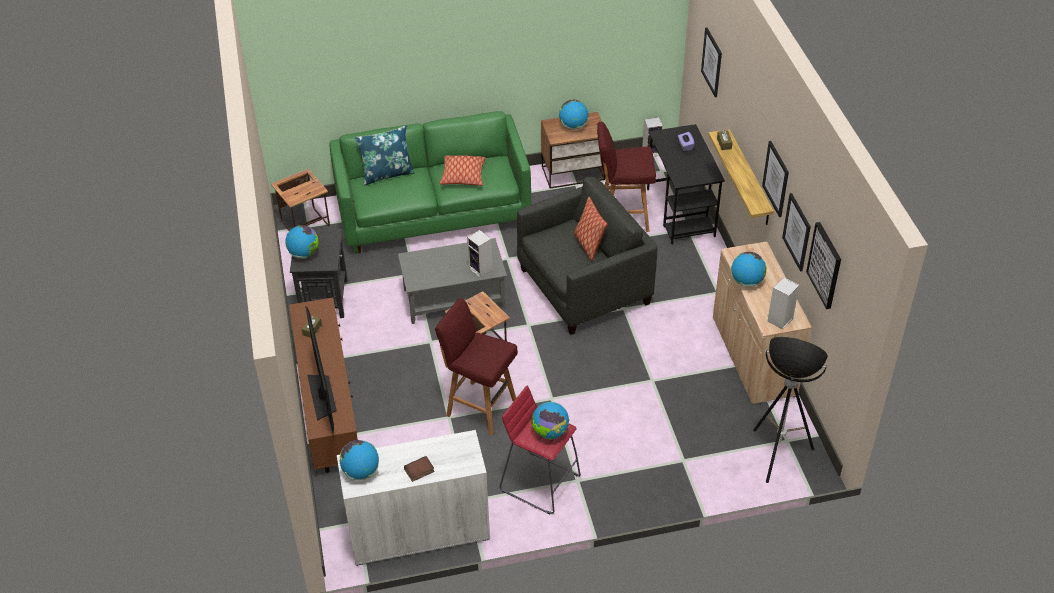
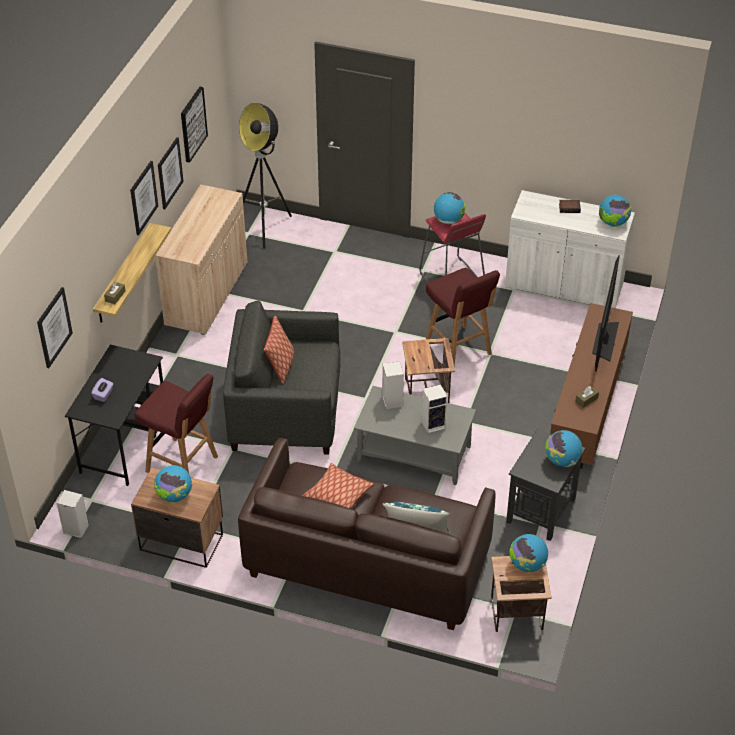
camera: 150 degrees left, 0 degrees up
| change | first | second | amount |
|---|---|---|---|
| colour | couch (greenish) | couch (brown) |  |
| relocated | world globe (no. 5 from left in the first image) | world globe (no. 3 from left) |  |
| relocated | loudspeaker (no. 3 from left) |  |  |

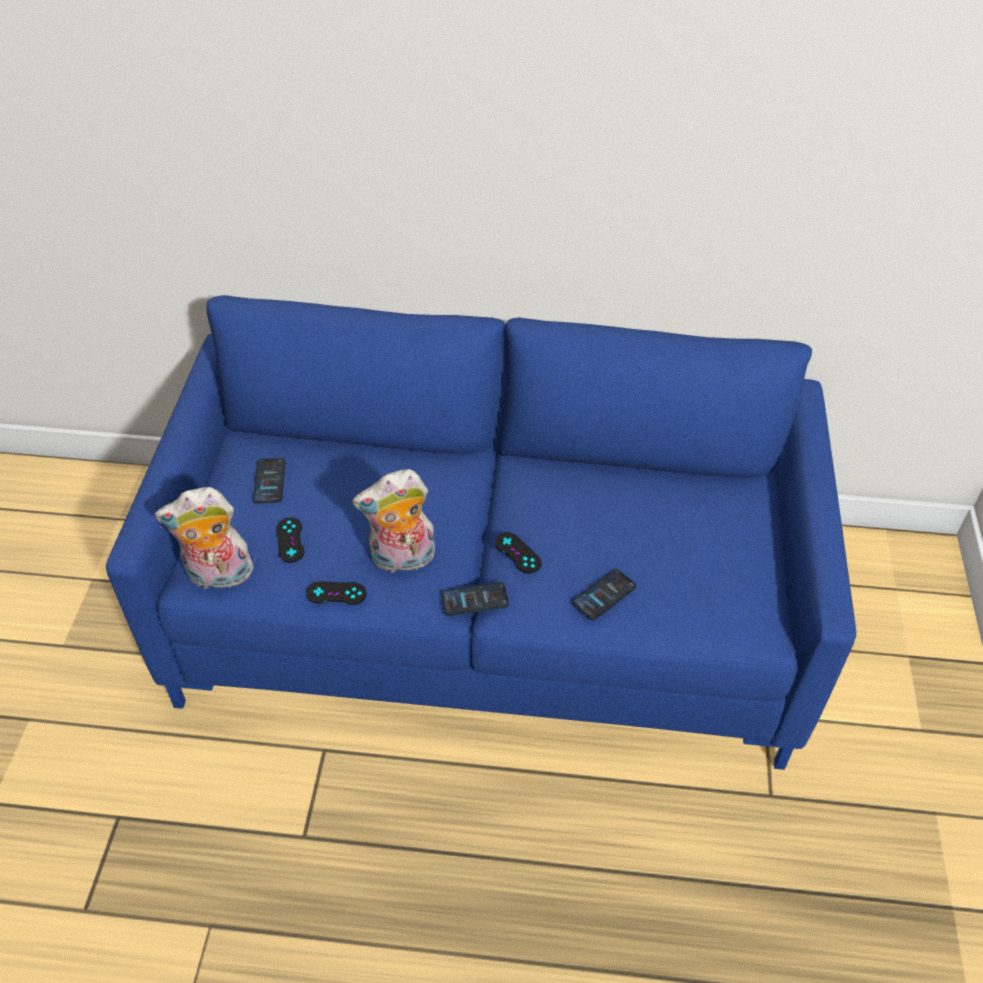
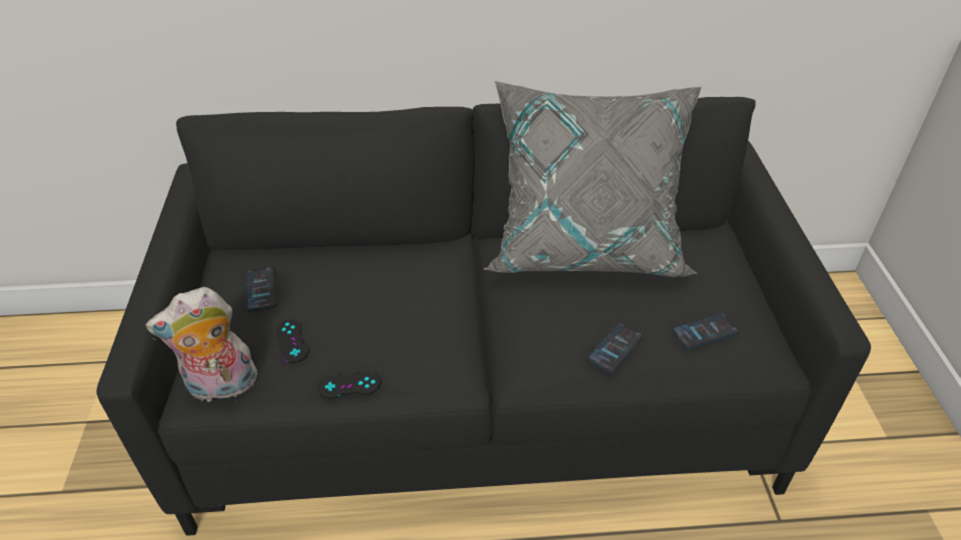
camera: 10 degrees left, 5 degrees down
| change | first | second | amount |
|---|---|---|---|
| colour | couch (blue) | couch (blackish) |  |
| missing | soft toy (no. 2 from left) |  |  |
| relocated | phone (no. 2 from left in the first image) | phone (no. 3 from left) |  |
| missing | joypad (blackish) (no. 3 from left) |  |  |
| appeared |  | pillow (greyish) |  |

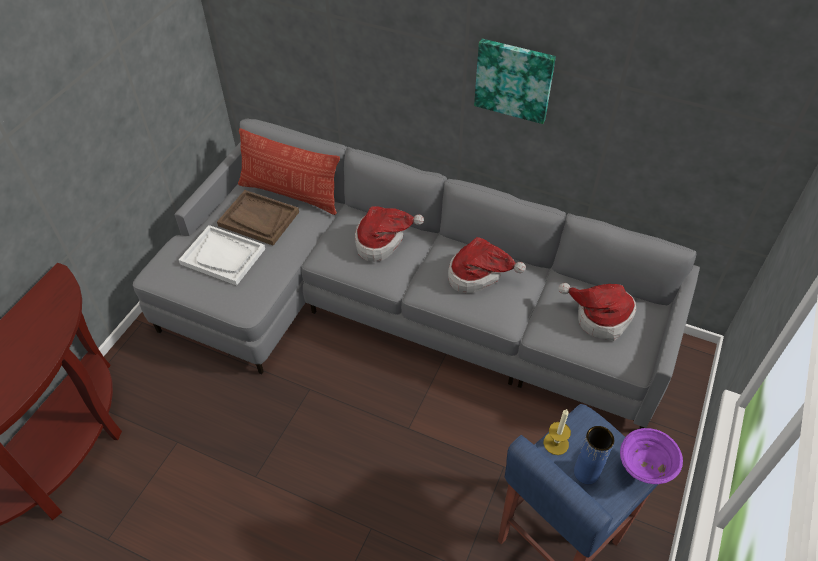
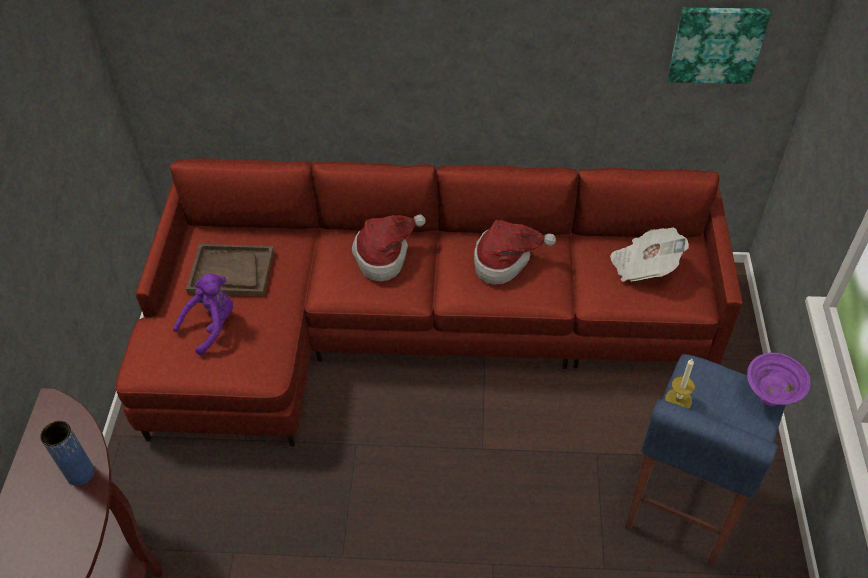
camera: 20 degrees left, 0 degrees up
| change | first | second | amount |
|---|---|---|---|
| colour | couch (greyish) | couch (red) |  |
| exchanged | serving tray (whitish) | soft toy (purplish) |  |
| missing | pillow |  |  |
| relocated | picture |  |  |
| exchanged | wearable hat (no. 3 from left) | printed paper |  |
| relocated | flower vase (blue) |  |  |

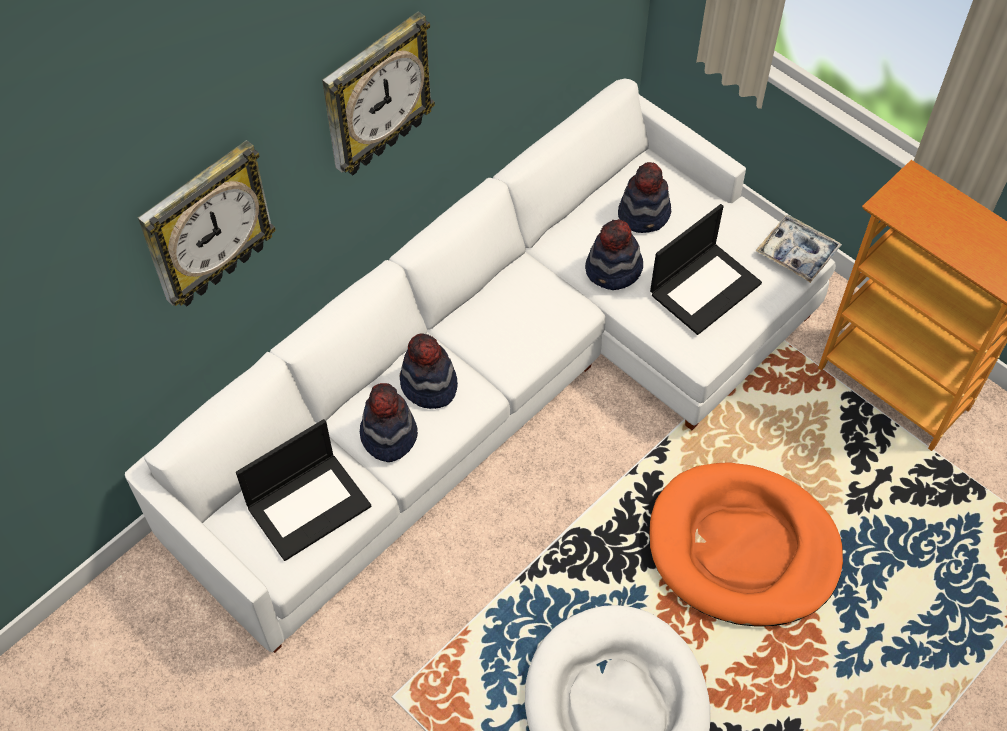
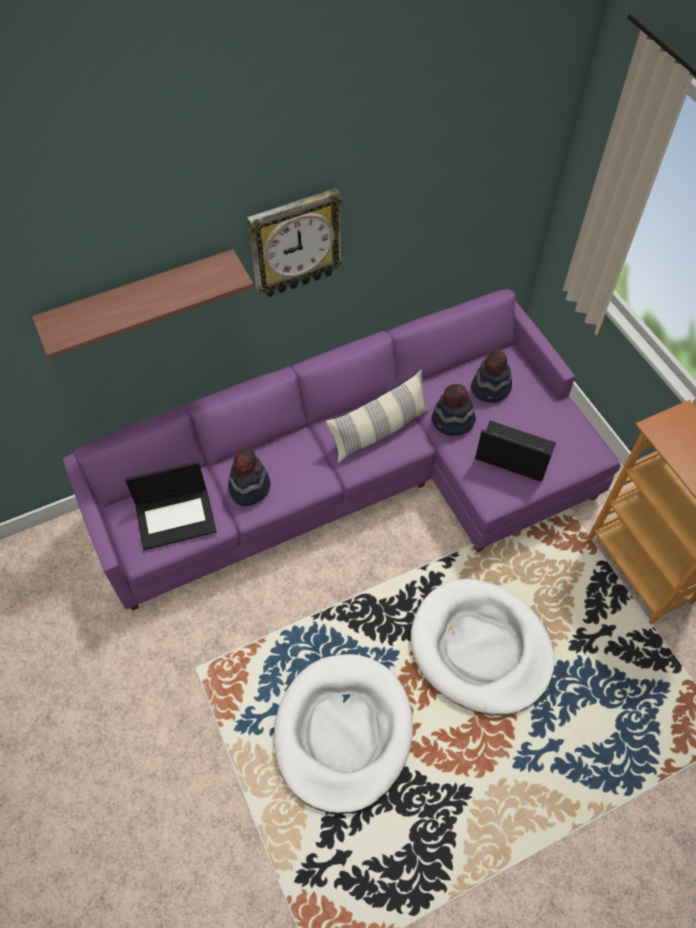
camera: 20 degrees right, 0 degrees up
| change | first | second | amount |
|---|---|---|---|
| colour | couch (whitish) | couch (purplish) |  |
| exchanged | hanging clock (no. 1 from left) | shelf |  |
| missing | wearable hat (no. 2 from left) |  |  |
| colour | dog bed (orangey) | dog bed (whitish) (no. 2 from left) |  |
| spun | portable computer (no. 2 from left) |  | 135 degrees counterclockwise |
| missing | serving tray |  |  |
| appeared |  | pillow |  |

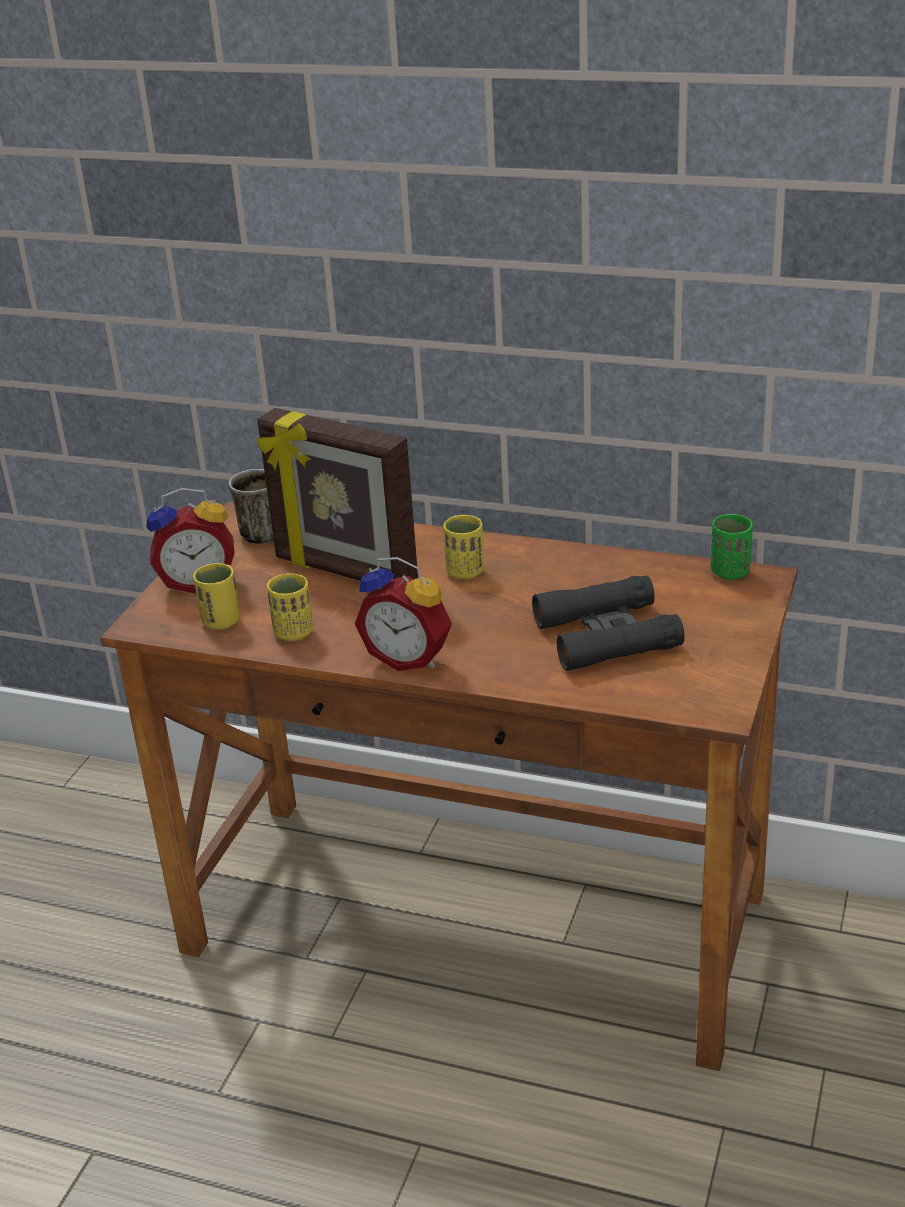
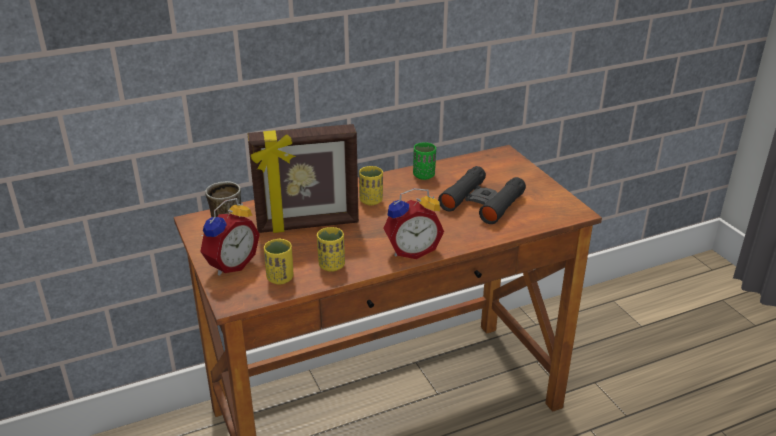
camera: 45 degrees left, 0 degrees up
| change | first | second | amount |
|---|---|---|---|
| relocated | cup (greenish) |  |  |

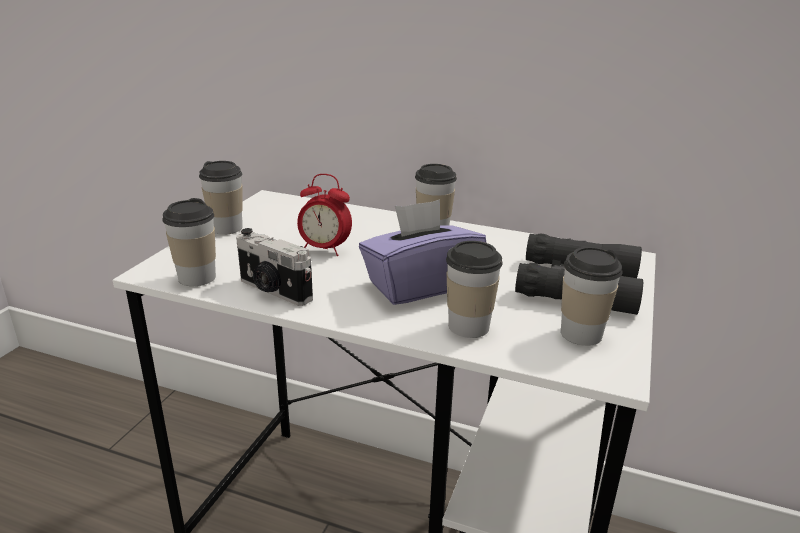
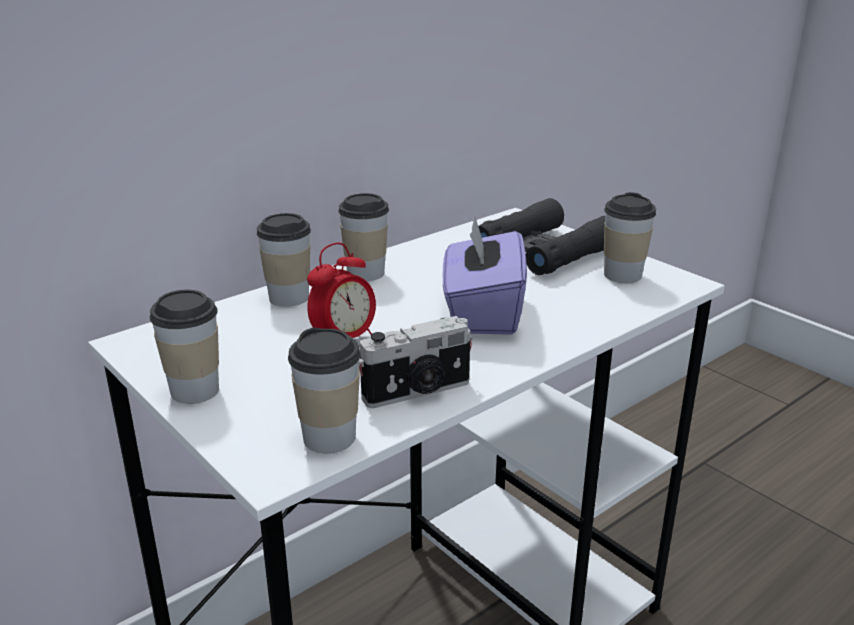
camera: 60 degrees left, 0 degrees up
| change | first | second | amount |
|---|---|---|---|
| relocated | cup (no. 4 from left in the first image) | cup (no. 2 from left) |  |

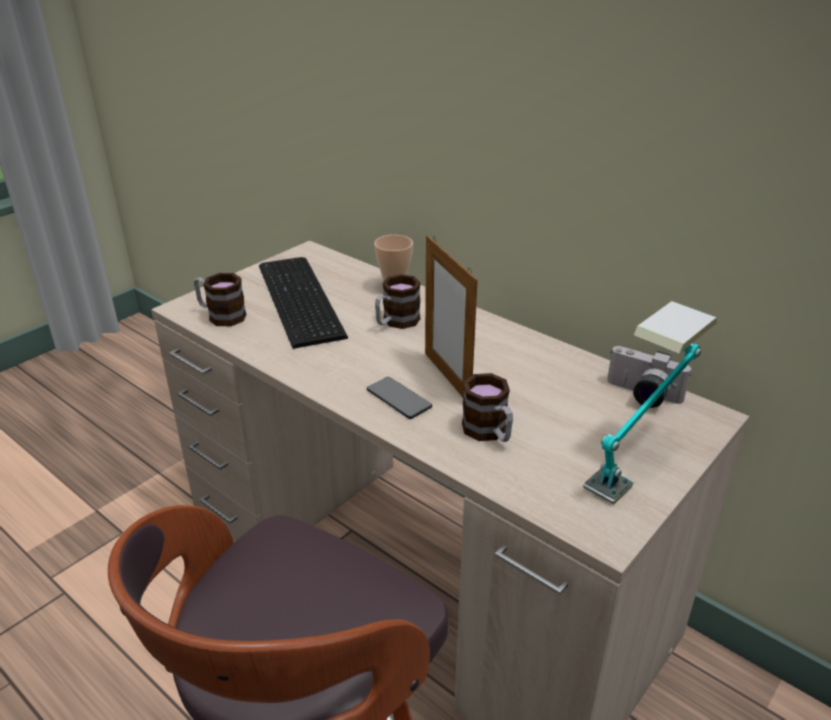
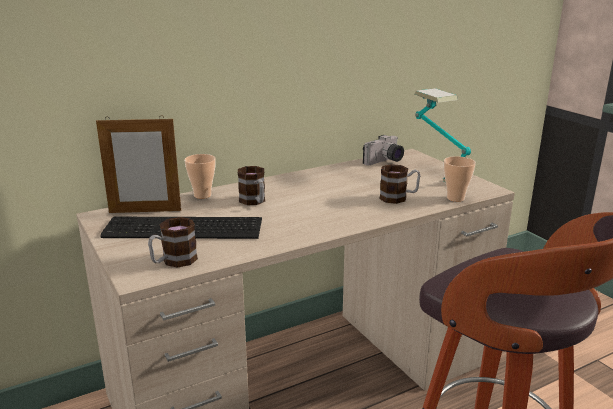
camera: 70 degrees left, 10 degrees down
| change | first | second | amount |
|---|---|---|---|
| missing | phone |  |  |
| relocated | standing frame |  |  |
| appeared |  | cup (no. 2 from left) |  |

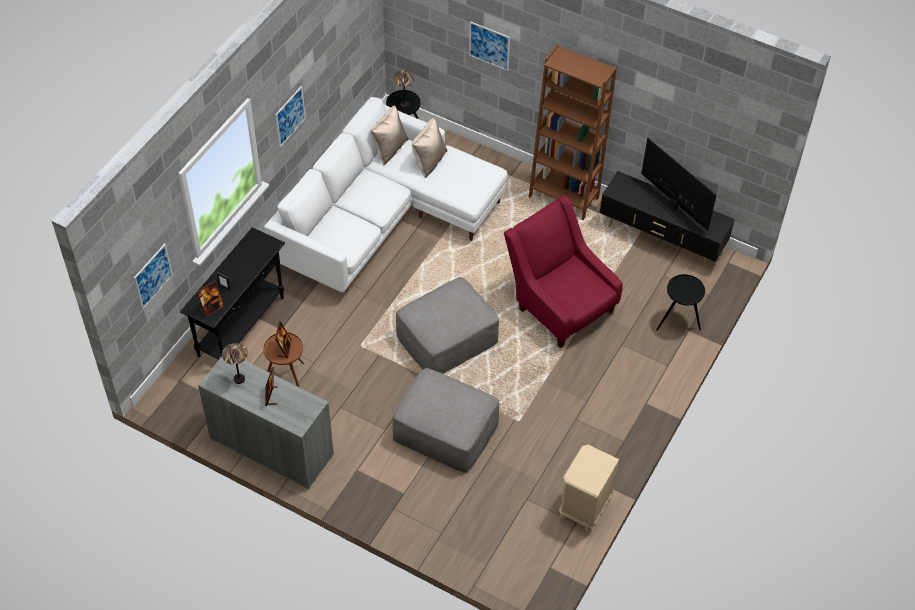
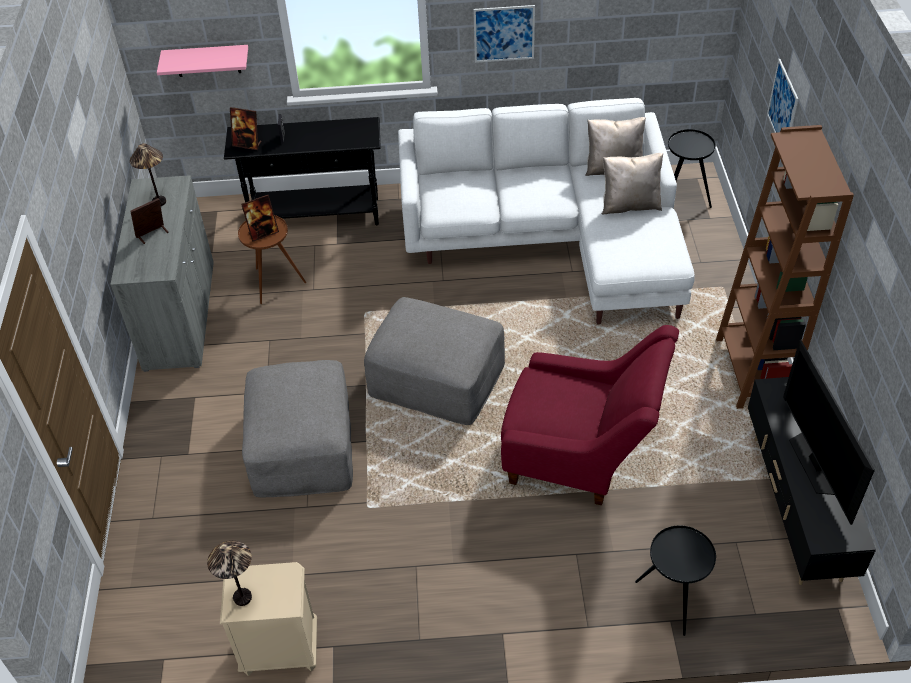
camera: 60 degrees right, 5 degrees down
| change | first | second | amount |
|---|---|---|---|
| exchanged | picture (no. 1 from left) | shelf (pinkish) |  |
| relocated | lamp for a table (no. 2 from left) |  |  |
| spun | easy chair (red) |  | 90 degrees clockwise |
| spun | TV set |  | 150 degrees clockwise |

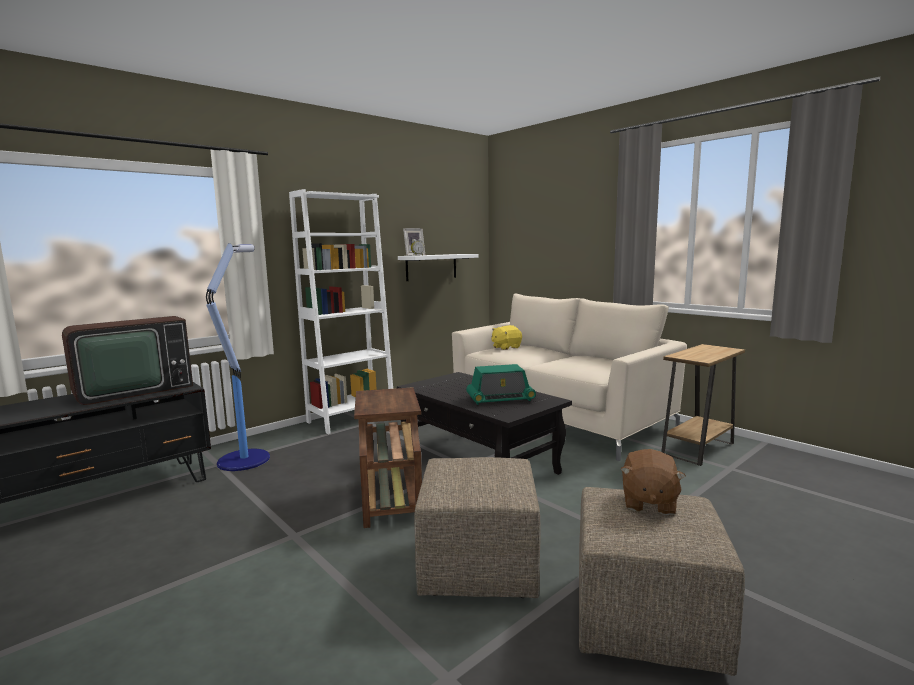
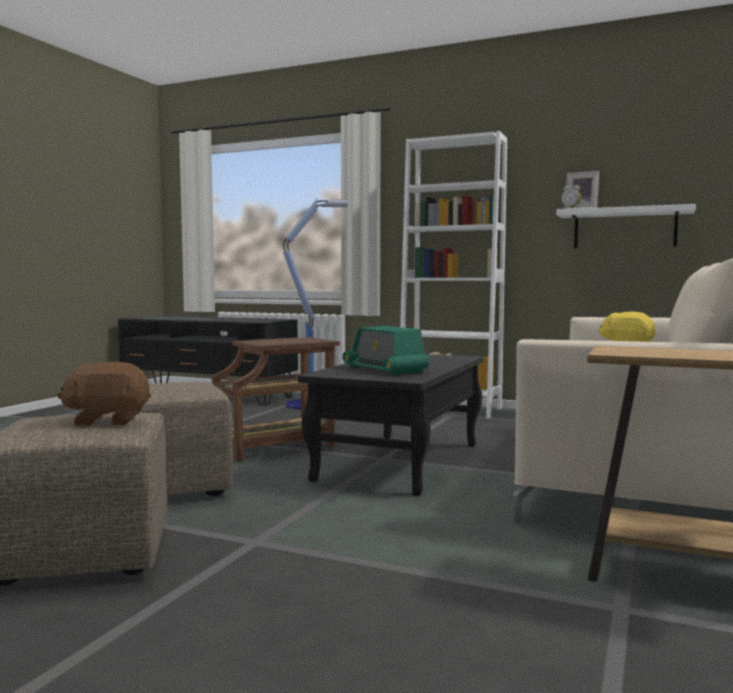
camera: 65 degrees right, 5 degrees down
| change | first | second | amount |
|---|---|---|---|
| missing | TV set |  |  |

